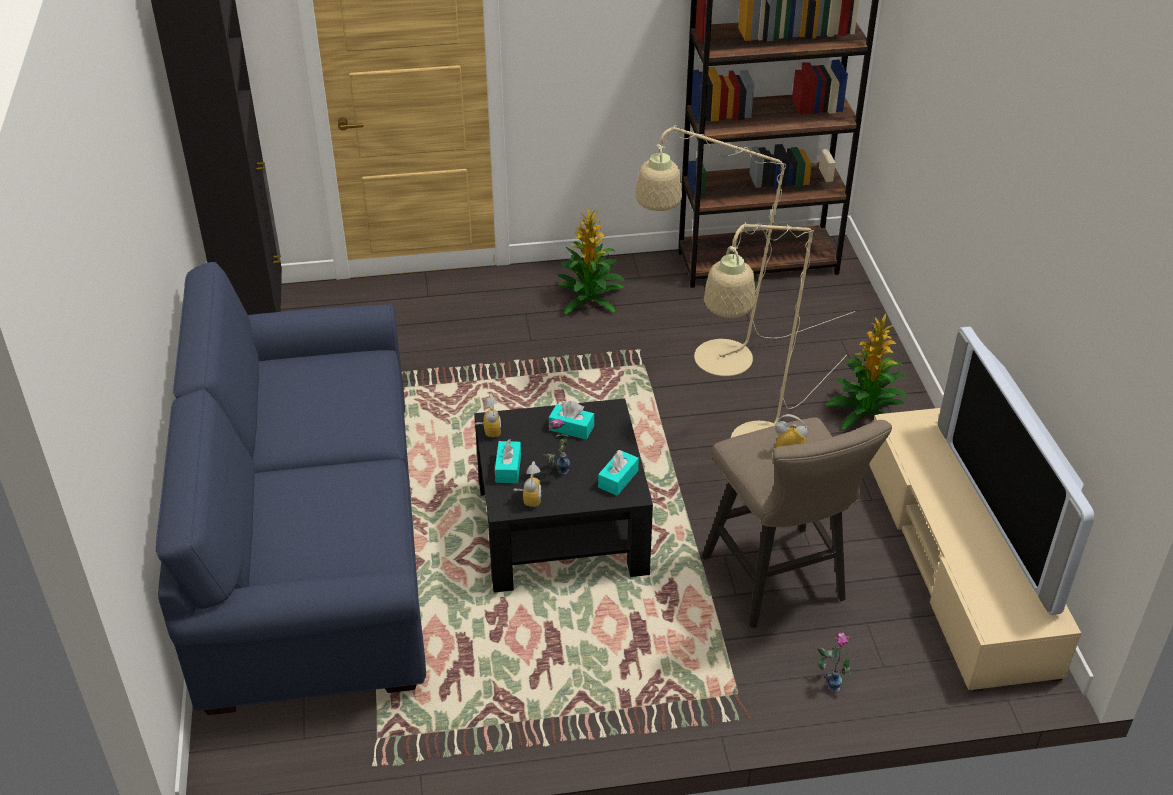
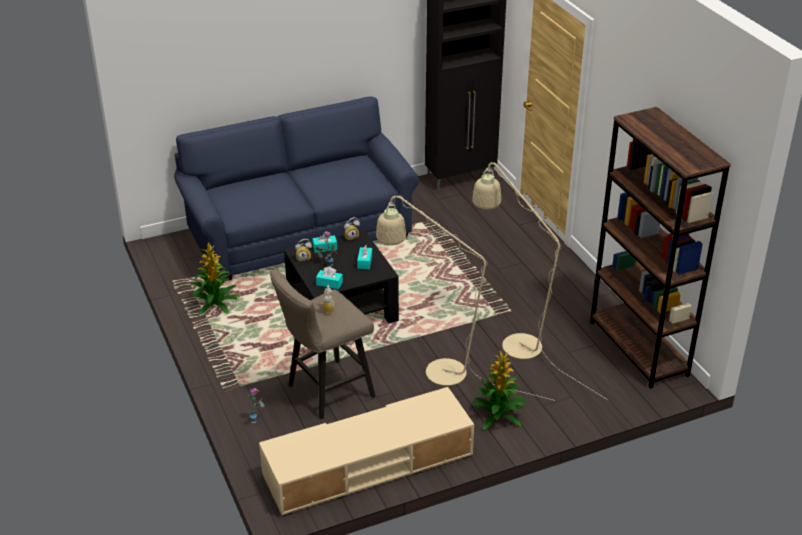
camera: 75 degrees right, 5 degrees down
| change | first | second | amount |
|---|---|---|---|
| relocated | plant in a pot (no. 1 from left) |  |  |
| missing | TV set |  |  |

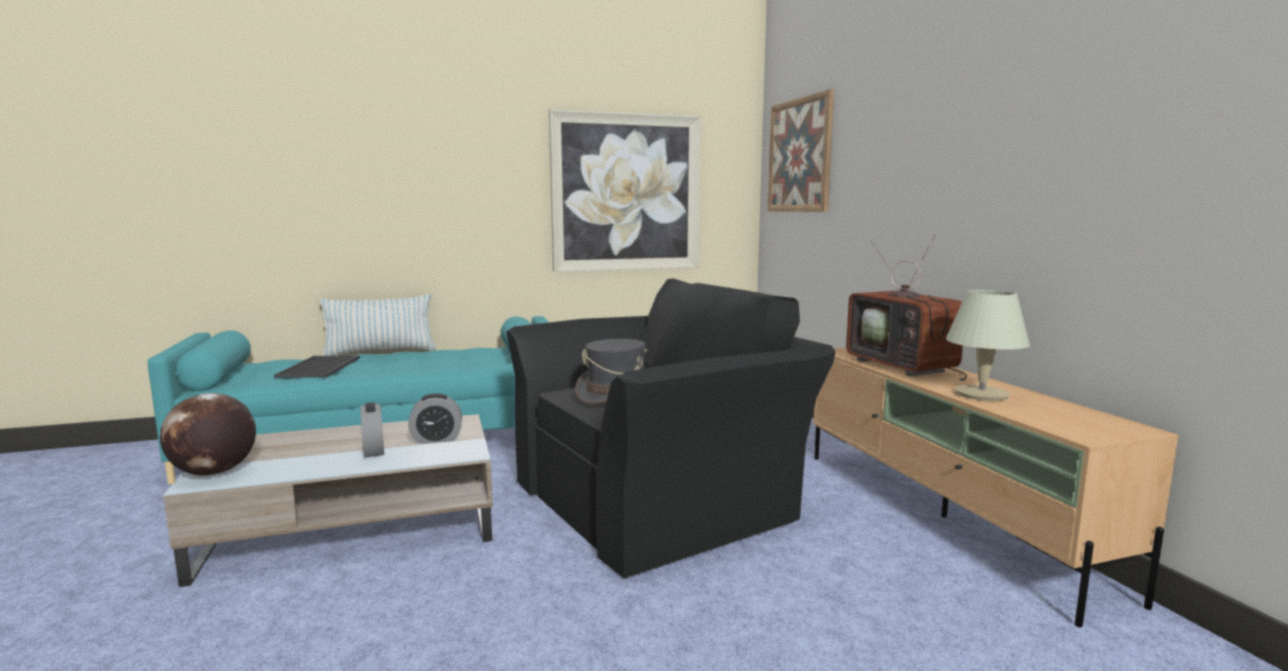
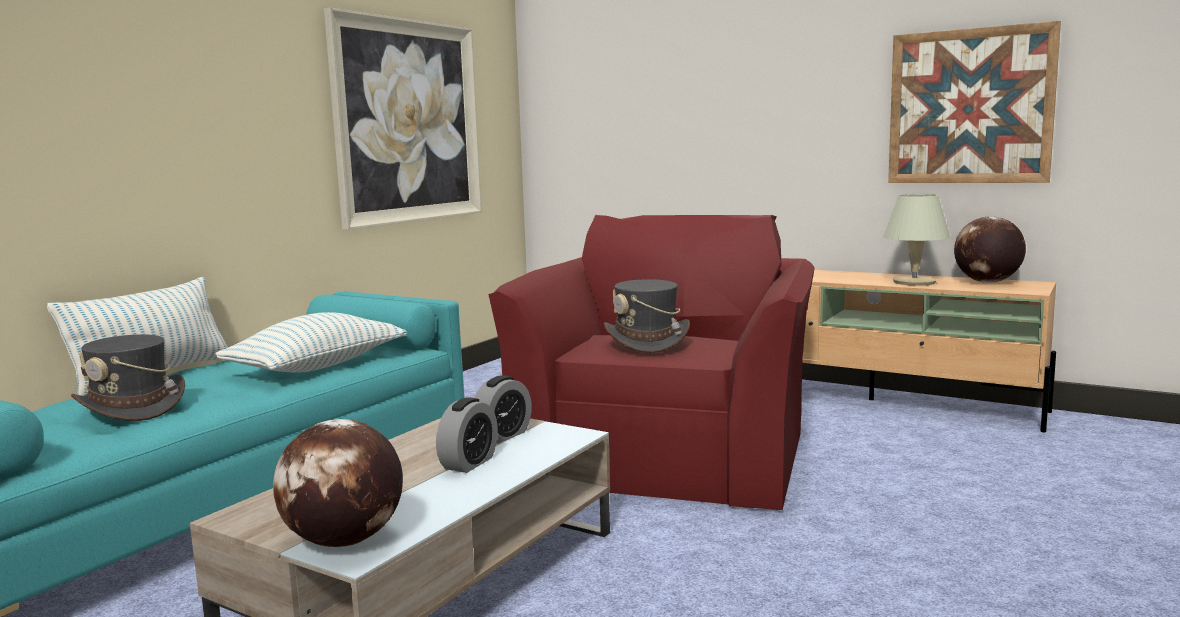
camera: 40 degrees left, 0 degrees up
| change | first | second | amount |
|---|---|---|---|
| exchanged | serving tray | wearable hat (greyish) (no. 1 from left) |  |
| spun | bedside clock (no. 1 from left) |  | 90 degrees clockwise |
| colour | easy chair (blackish) | easy chair (red) |  |
| relocated | picture (no. 2 from left) |  |  |
| missing | TV set |  |  |
| appeared |  | pillow (no. 2 from left) |  |
| appeared |  | world globe (no. 2 from left) |  |

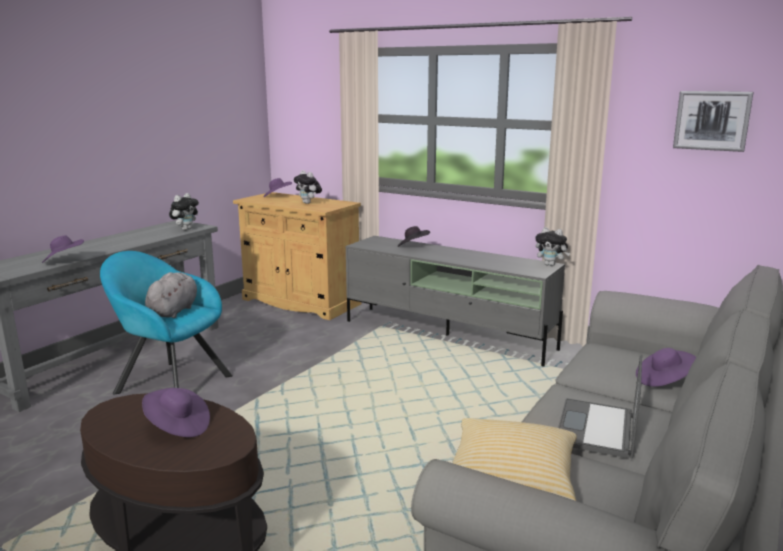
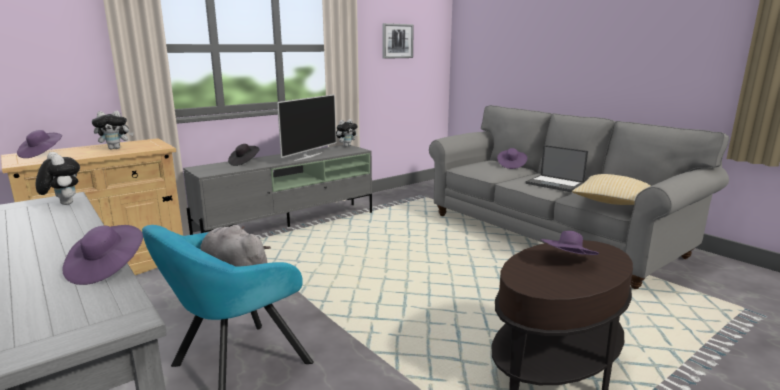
camera: 70 degrees left, 0 degrees up
| change | first | second | amount |
|---|---|---|---|
| appeared |  | TV set |  |

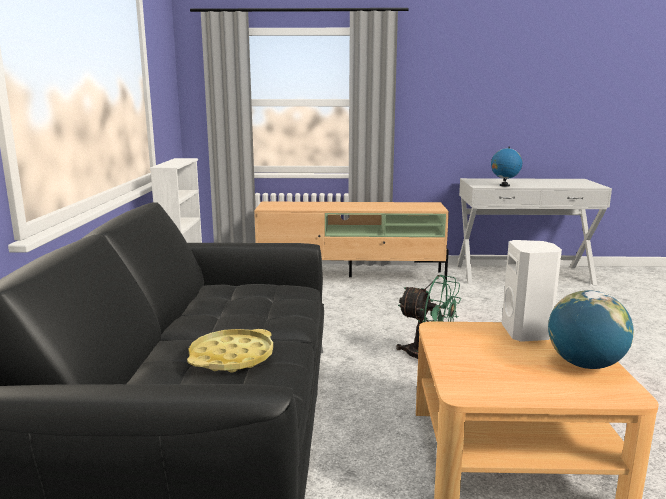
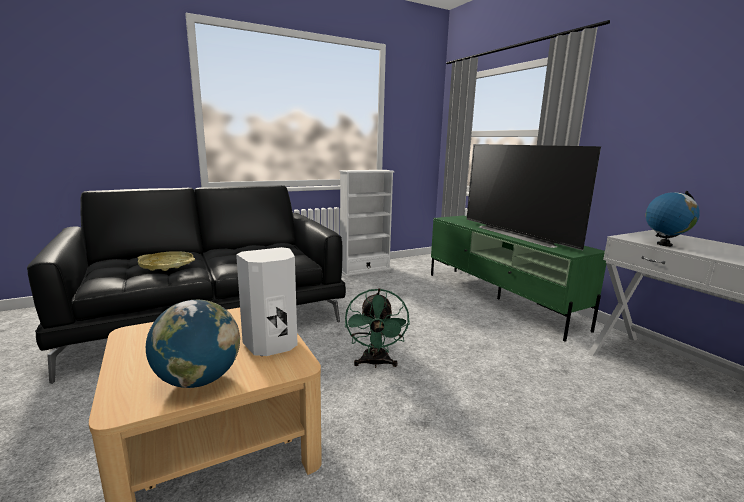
camera: 60 degrees right, 0 degrees up
| change | first | second | amount |
|---|---|---|---|
| colour | tv stand (beige) | tv stand (greenish) |  |
| appeared |  | TV set |  |

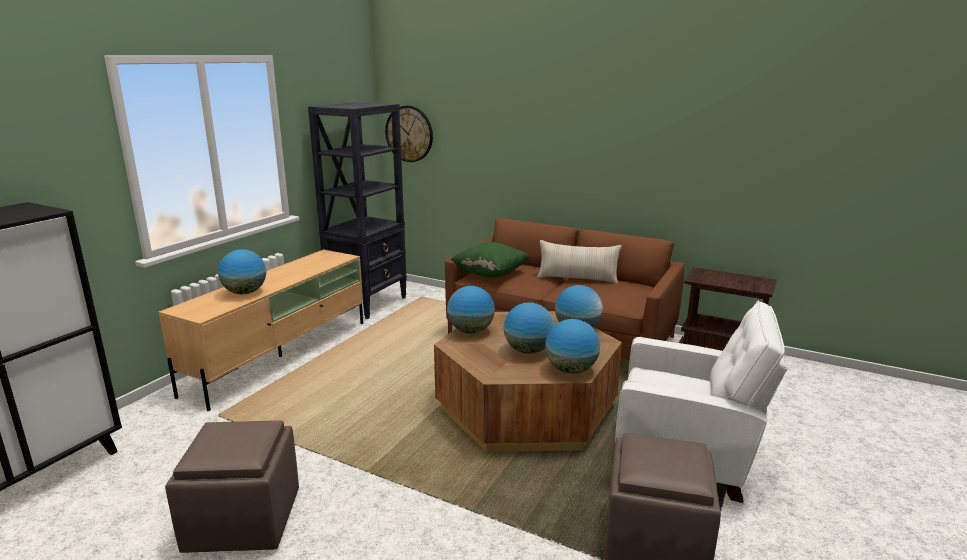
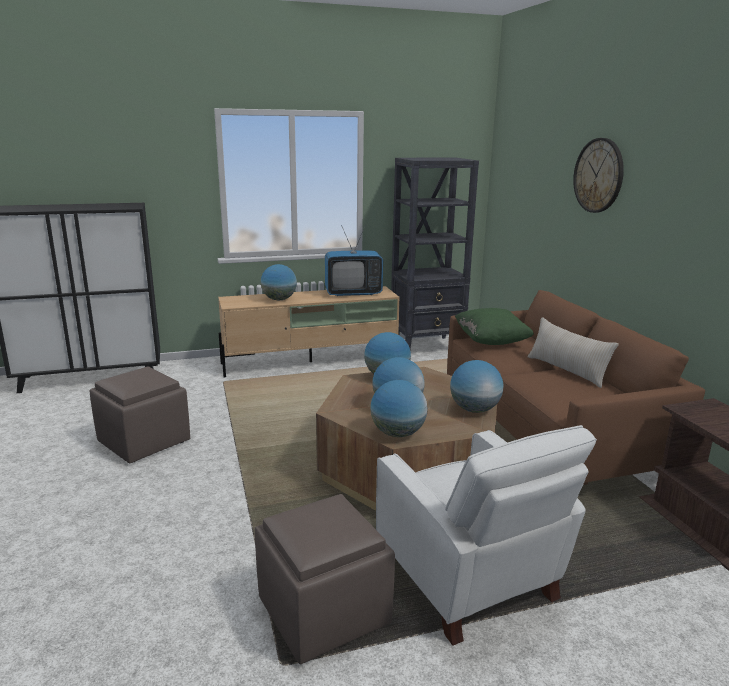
camera: 45 degrees right, 0 degrees up
| change | first | second | amount |
|---|---|---|---|
| relocated | hanging clock |  |  |
| appeared |  | TV set |  |

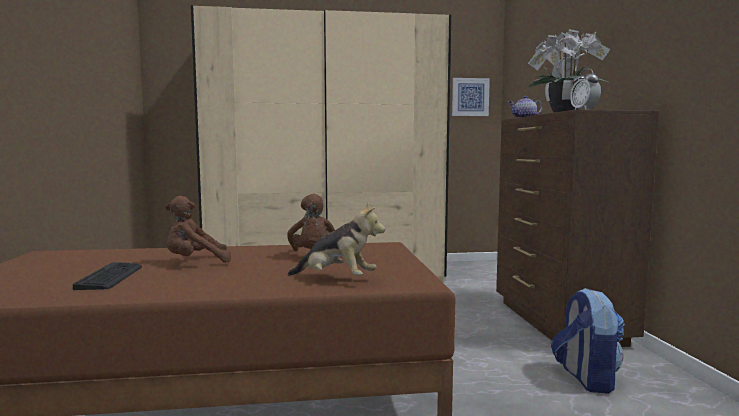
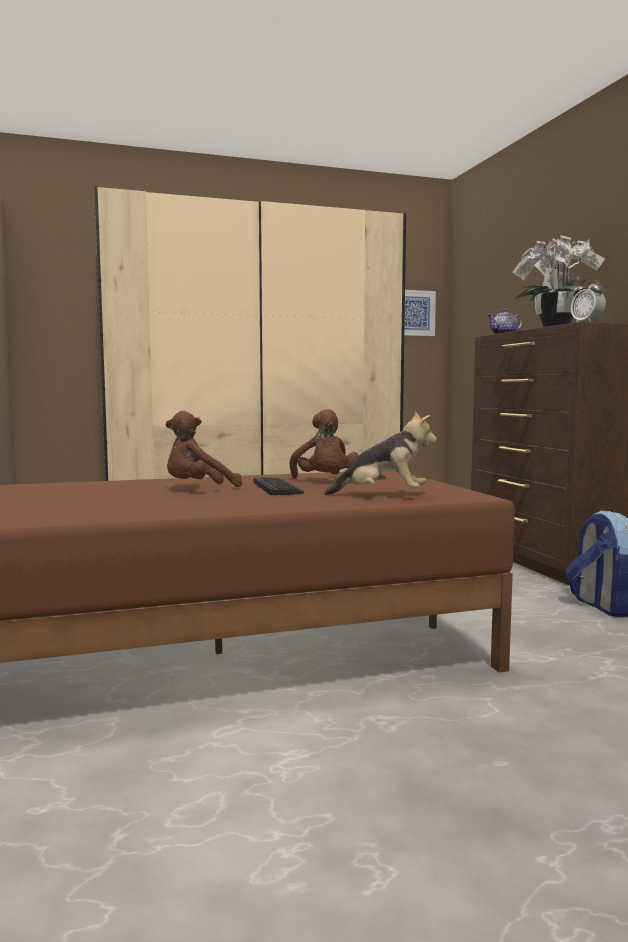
camera: 10 degrees left, 0 degrees up
| change | first | second | amount |
|---|---|---|---|
| relocated | PC keyboard |  |  |

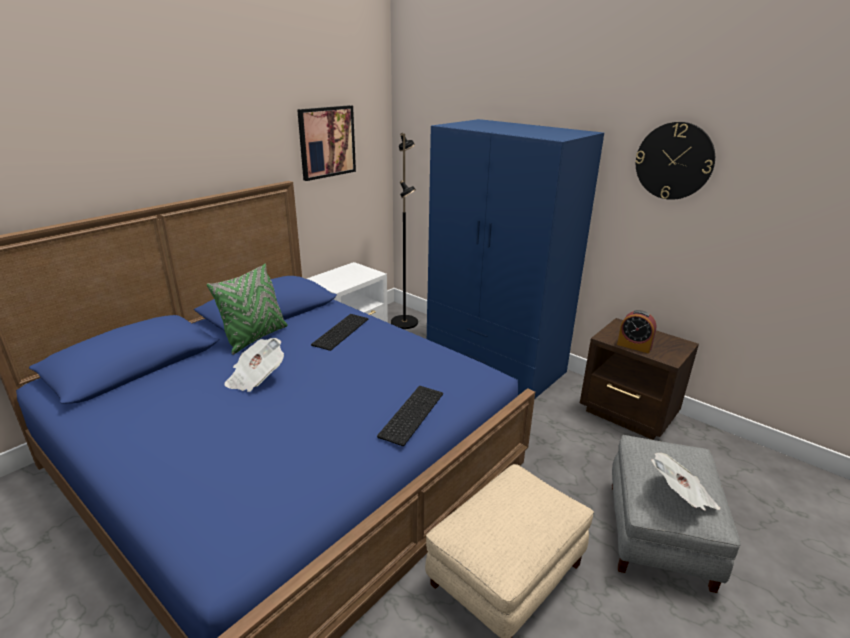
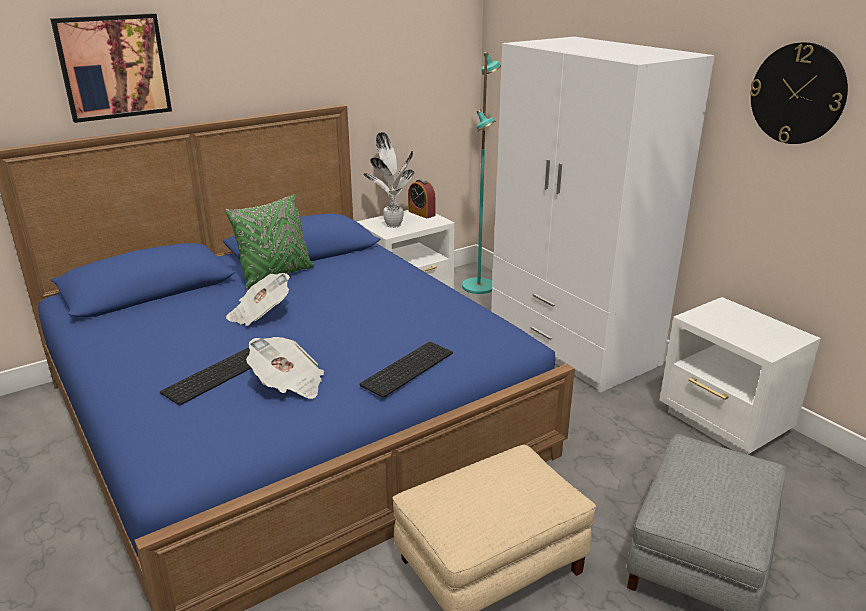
camera: 15 degrees right, 0 degrees up
| change | first | second | amount |
|---|---|---|---|
| relocated | picture |  |  |
| relocated | PC keyboard (no. 1 from left) |  |  |
| colour | floor lamp (blackish) | floor lamp (turquoise) |  |
| colour | clothes cupboard (blue) | clothes cupboard (whitish) |  |
| colour | bedside table (brown) | bedside table (whitish) (no. 2 from left) |  |
| relocated | bedside clock |  |  |
| relocated | printed paper (no. 2 from left) |  |  |
| appeared |  | plant in a pot |  |

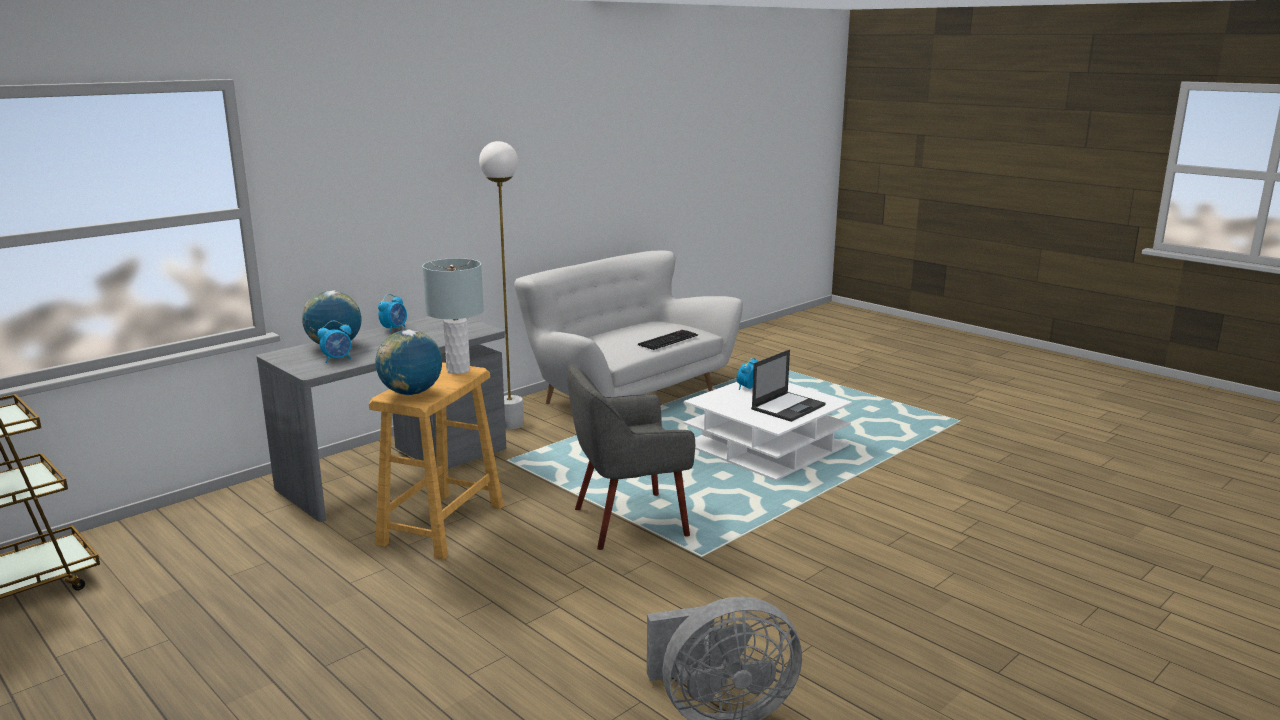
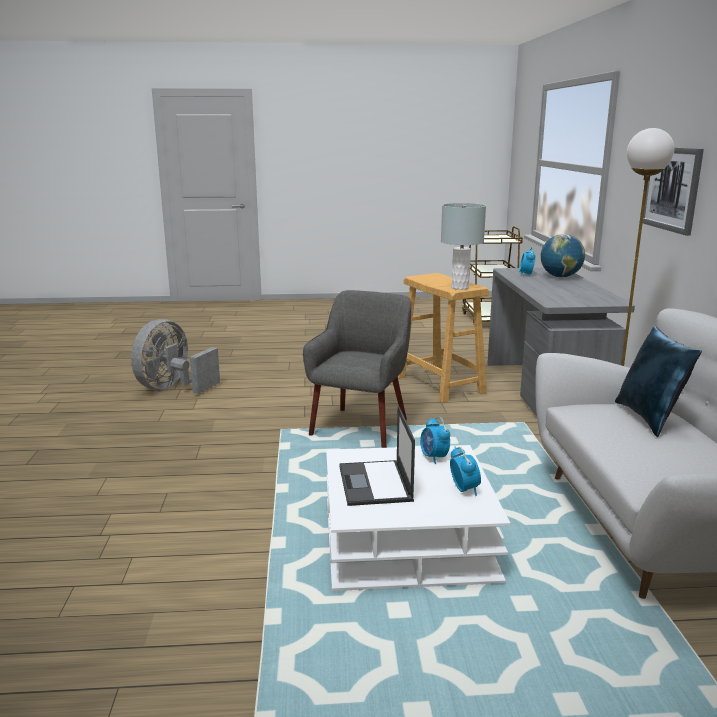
camera: 130 degrees right, 0 degrees up
| change | first | second | amount |
|---|---|---|---|
| missing | world globe (no. 2 from left) |  |  |
| relocated | bedside clock (no. 2 from left in the first image) | bedside clock (no. 1 from left) |  |
| missing | PC keyboard |  |  |
| appeared |  | pillow (blue) |  |
| appeared |  | picture |  |

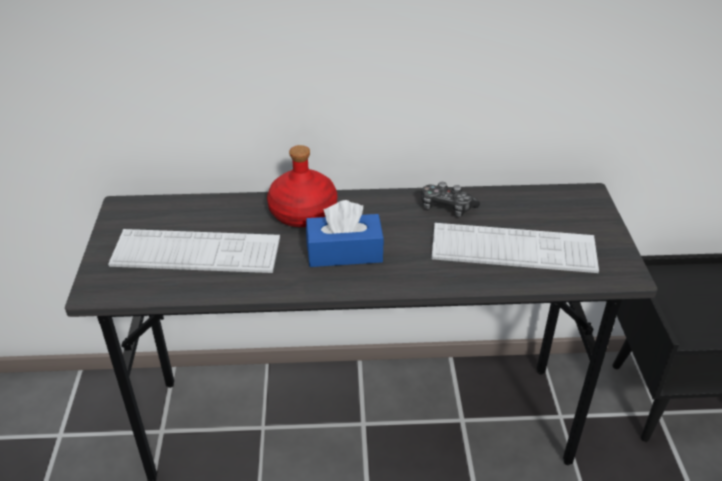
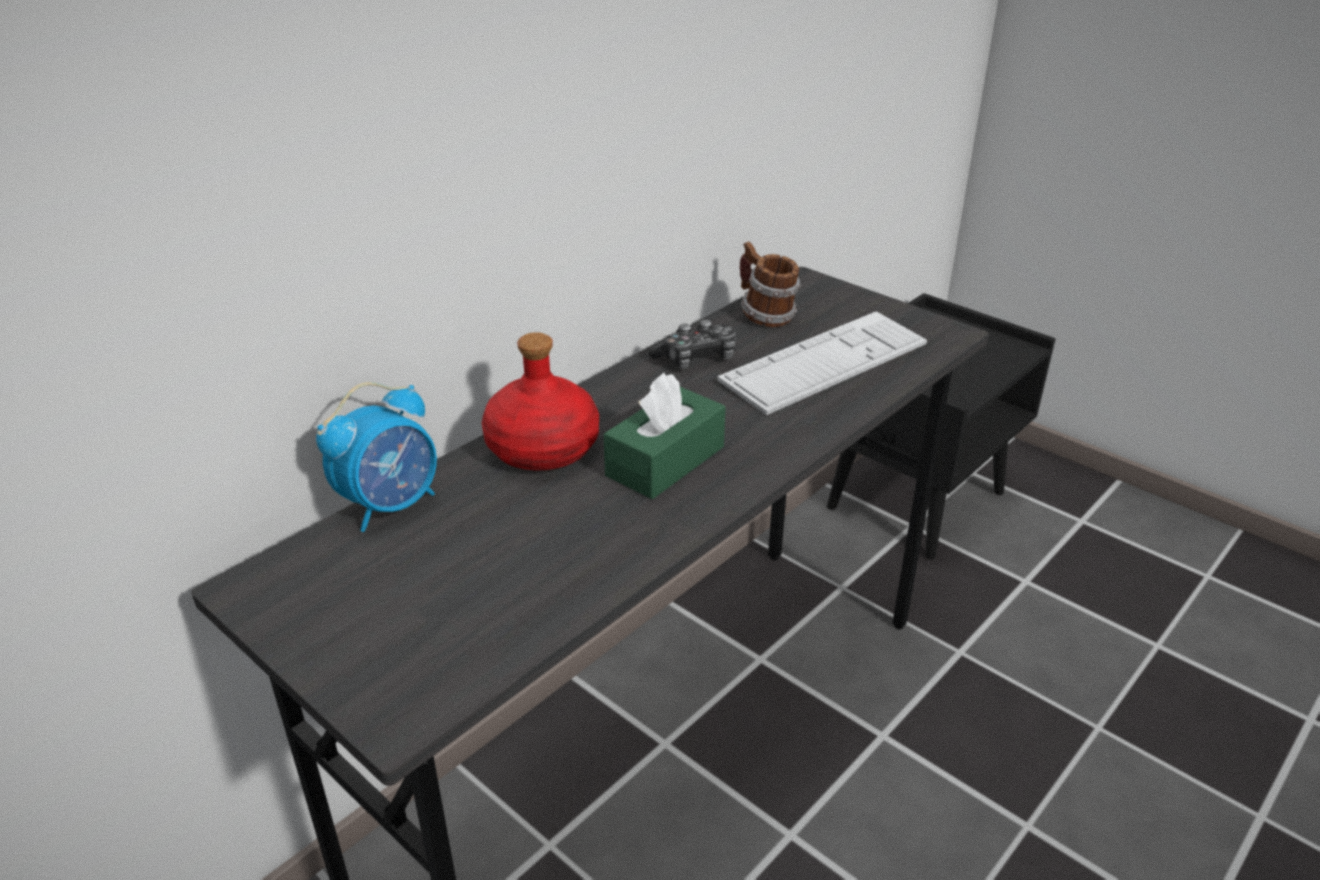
camera: 45 degrees left, 5 degrees down
| change | first | second | amount |
|---|---|---|---|
| missing | PC keyboard (no. 1 from left) |  |  |
| colour | tissue holder (blue) | tissue holder (greenish) |  |
| appeared |  | bedside clock |  |
| appeared |  | coffee mug |  |

